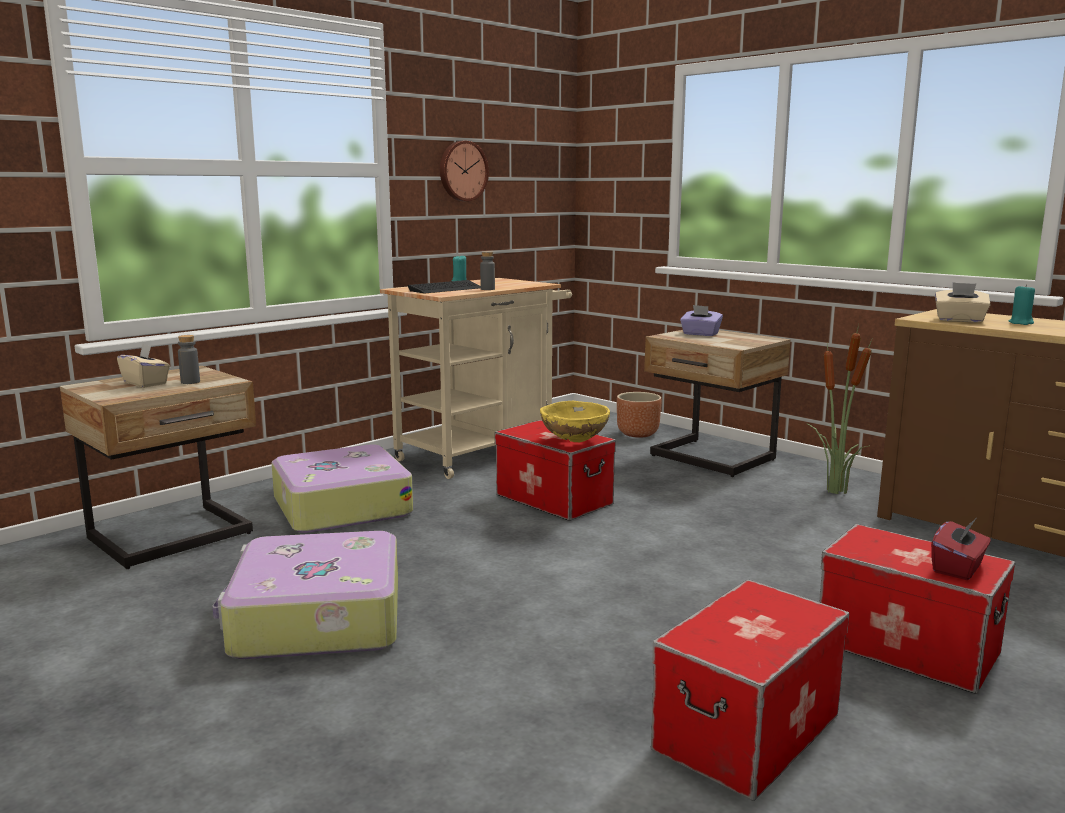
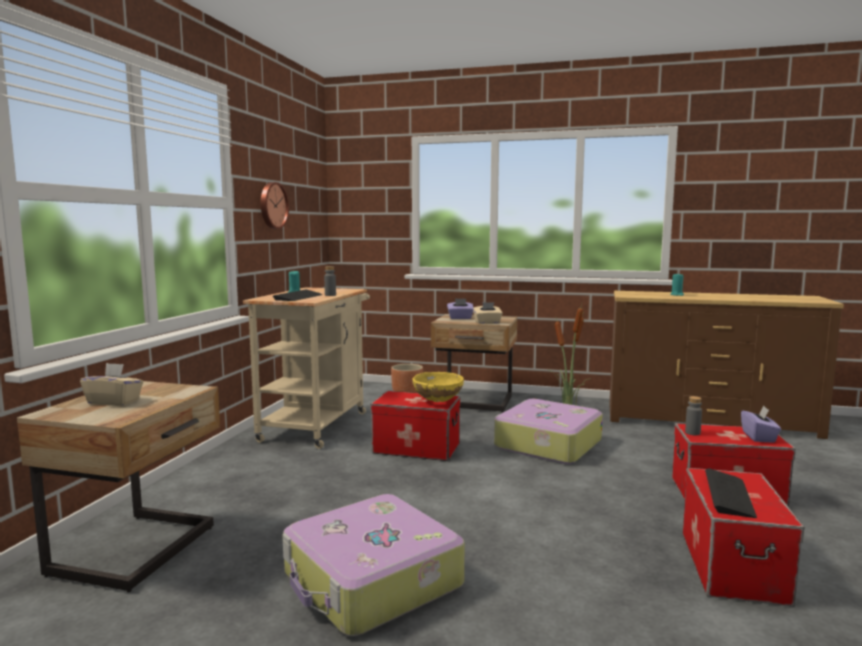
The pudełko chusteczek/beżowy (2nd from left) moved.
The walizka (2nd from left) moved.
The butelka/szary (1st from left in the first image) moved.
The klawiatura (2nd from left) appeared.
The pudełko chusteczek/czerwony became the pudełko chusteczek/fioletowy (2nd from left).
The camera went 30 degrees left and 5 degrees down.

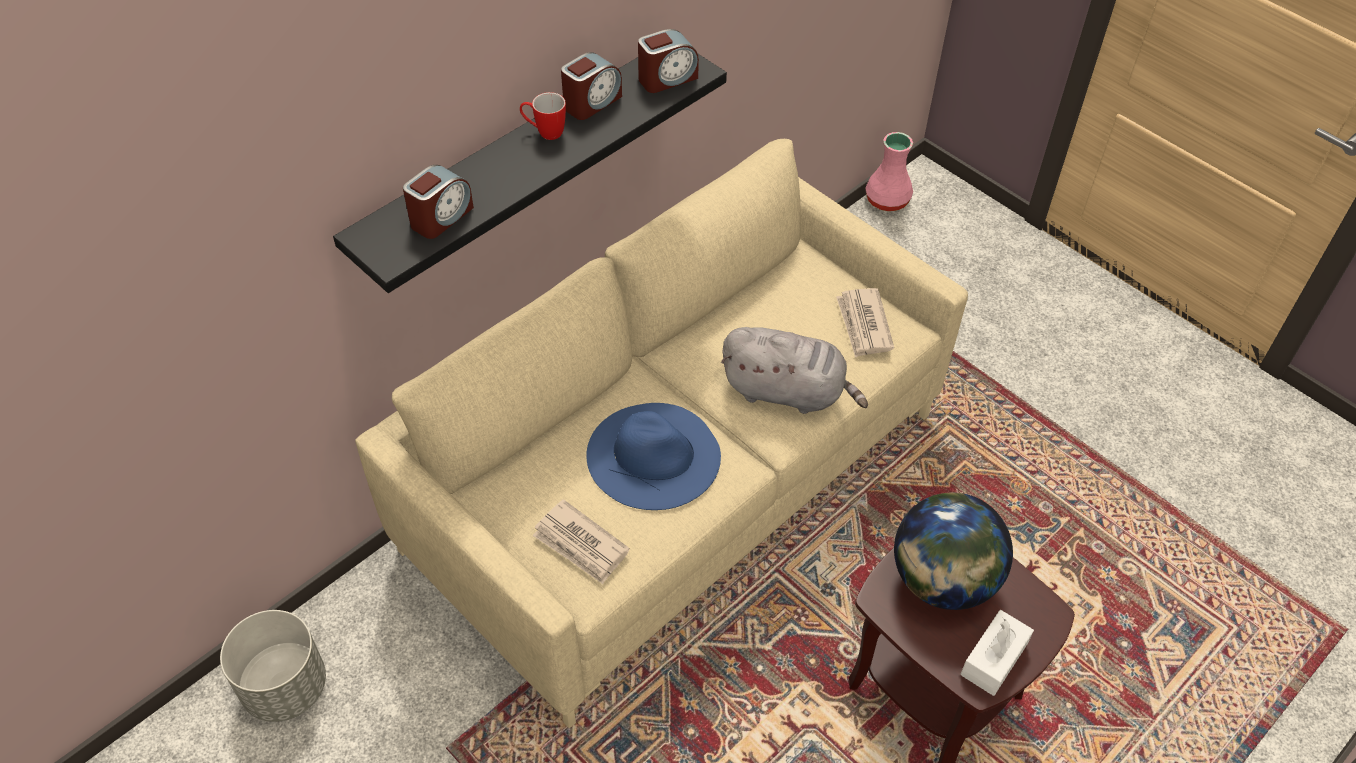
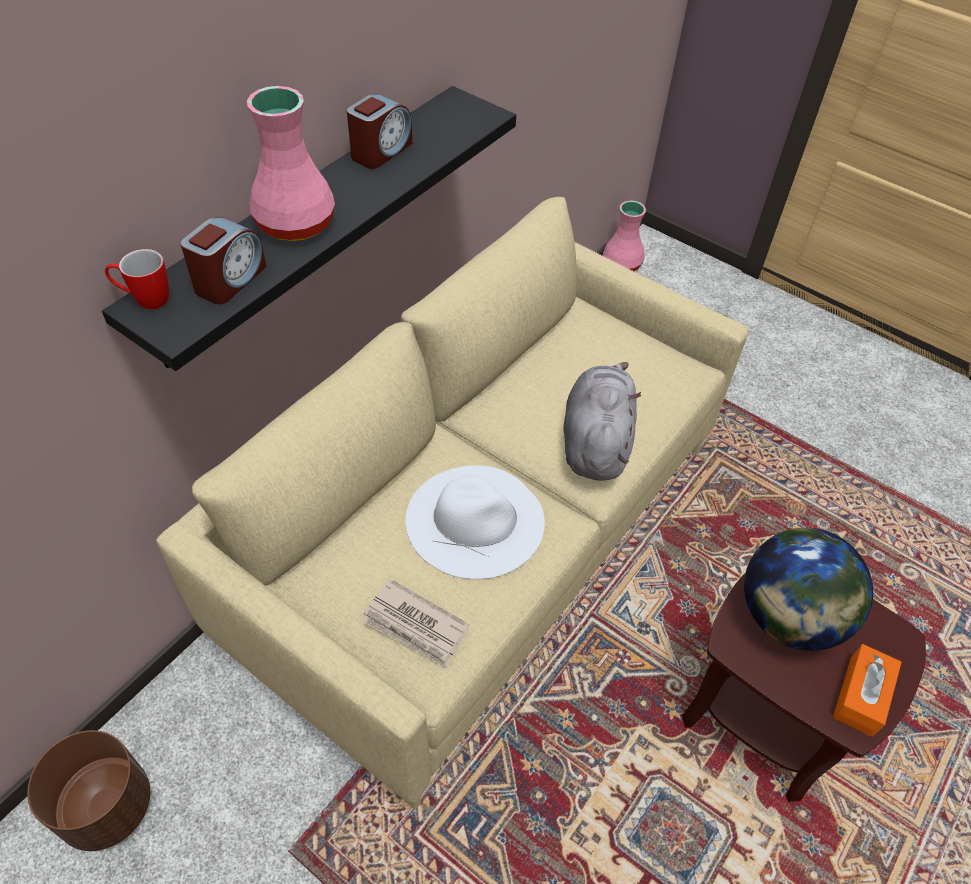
The donica/szary became the donica/brązowy.
The kubek moved.
The wazon/różowy (1st from left) appeared.
The kapelusz/niebieski became the kapelusz/biały.
The pluszak/szary turned 90 degrees counterclockwise.
The pudełko chusteczek/biały became the pudełko chusteczek/pomarańczowy.
The budzik (3rd from left) disappeared.
The gazeta (2nd from left) disappeared.
The camera went 10 degrees left and 0 degrees up.

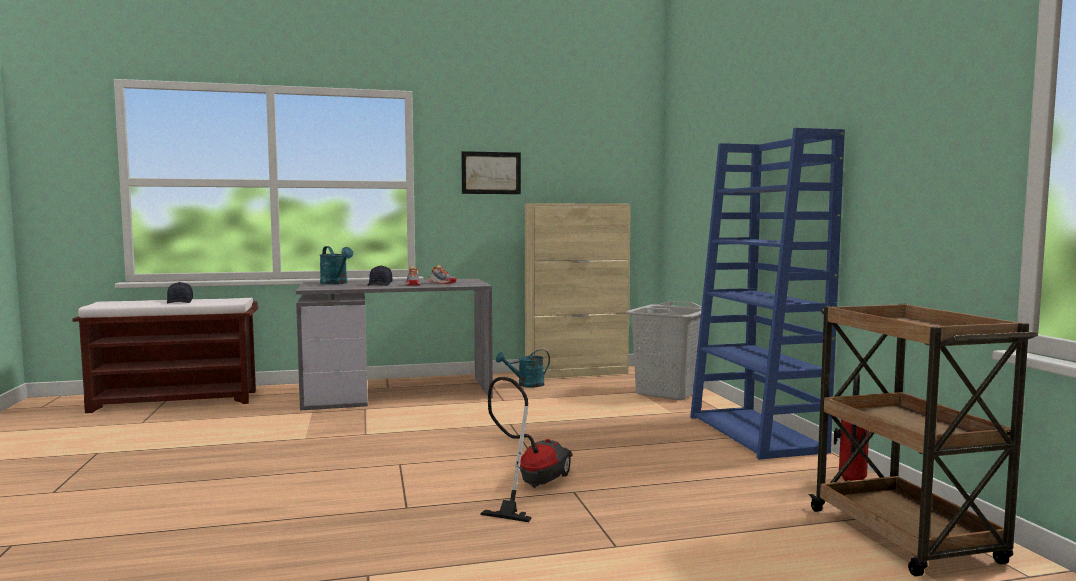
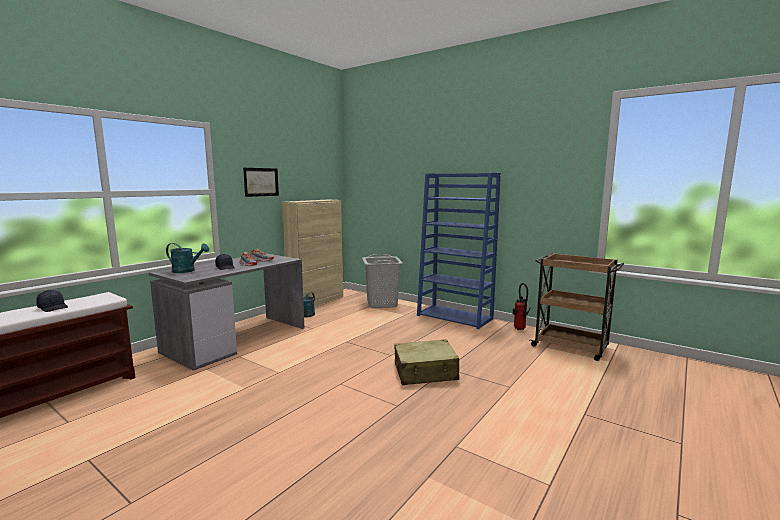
The odkurzacz was replaced by the walizka/beżowy.
The camera went 40 degrees left and 5 degrees up.

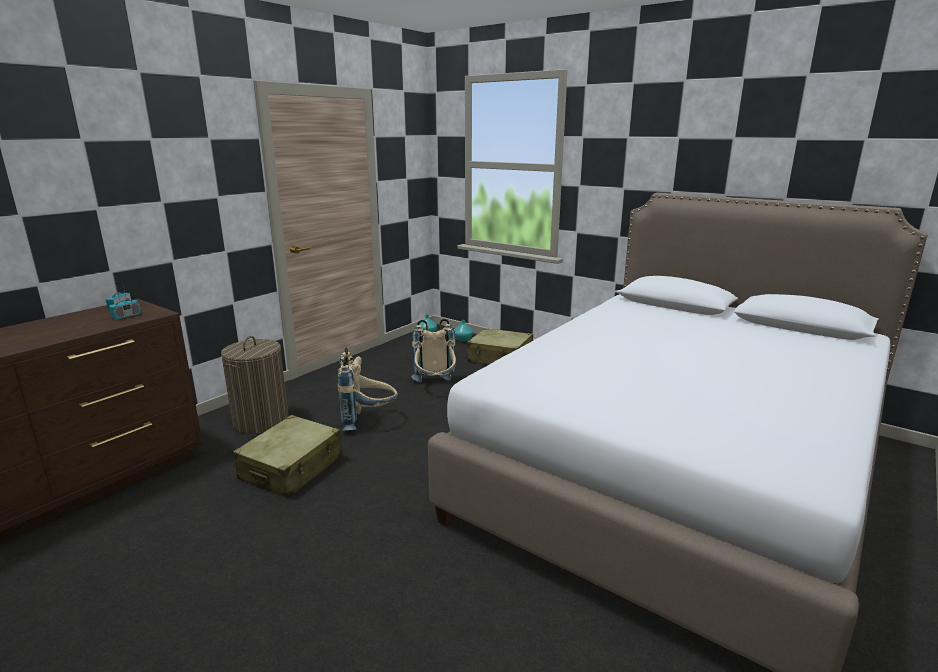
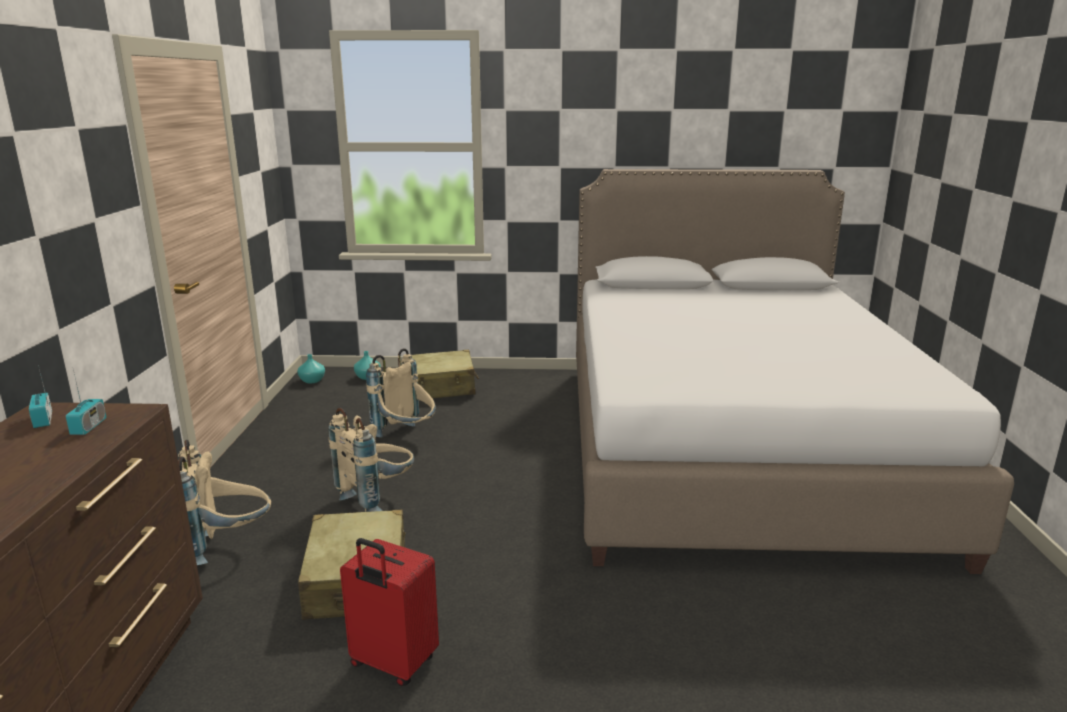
The kosz na pranie was replaced by the plecak/beżowy (1st from left).
The walizka/czerwony appeared.
The camera went 35 degrees left and 0 degrees up.

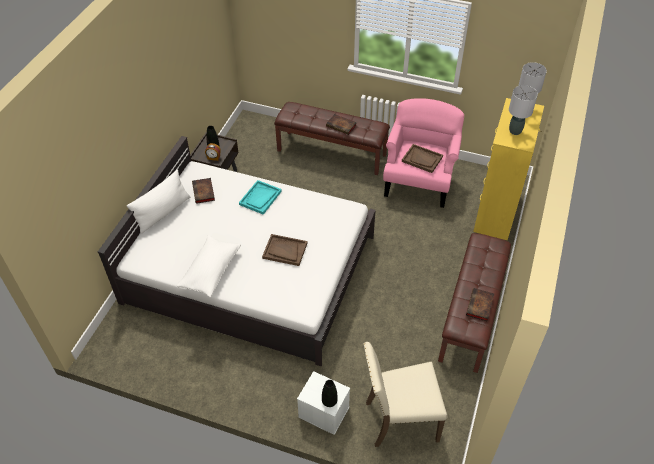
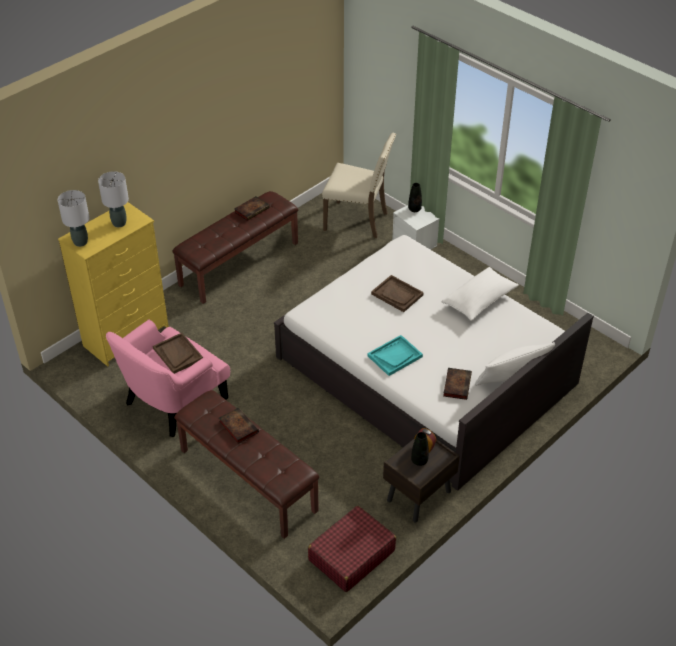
The walizka/czerwony appeared.
The camera went 155 degrees left and 5 degrees down.

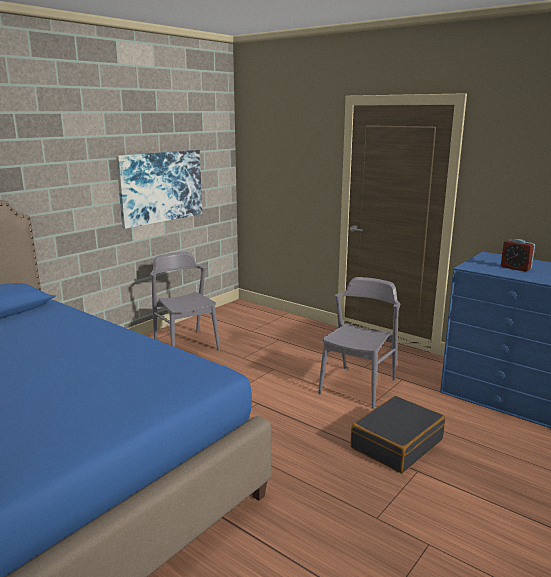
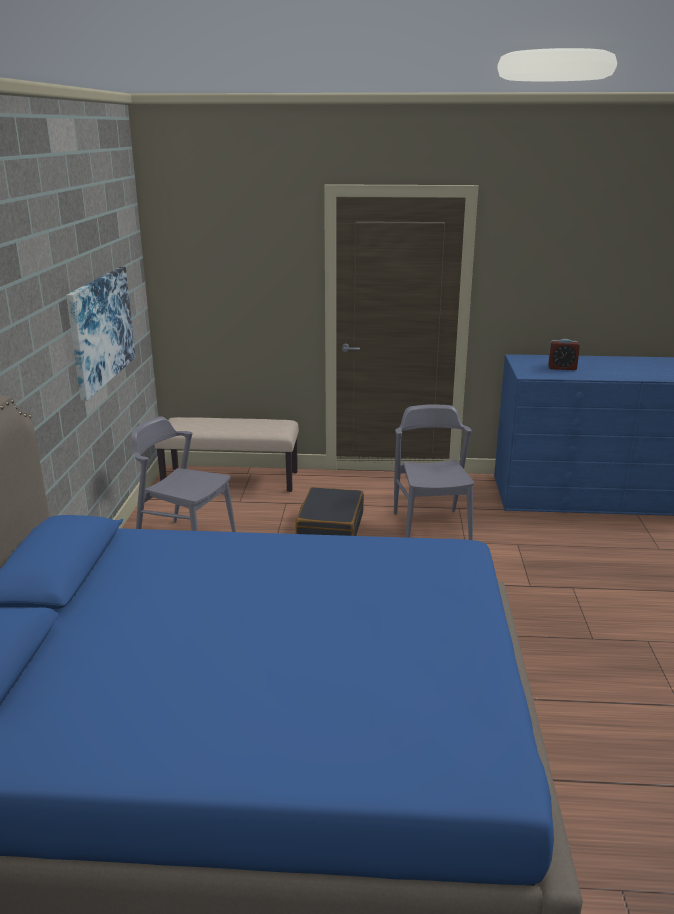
The ławka/beżowy appeared.
The walizka/czarny moved.
The camera went 35 degrees left and 5 degrees up.

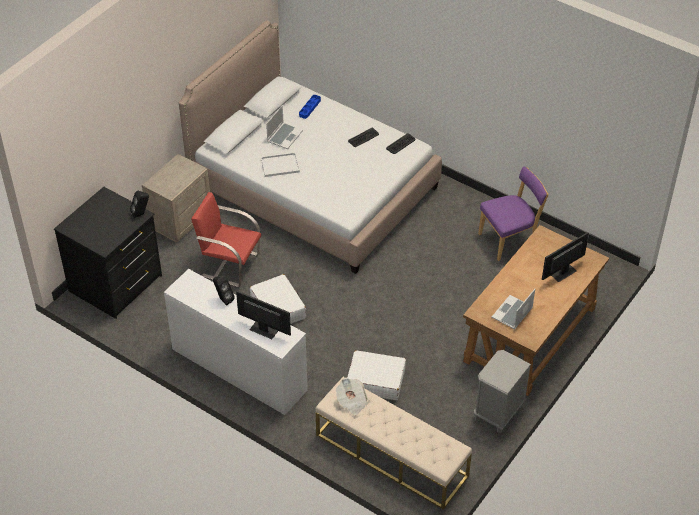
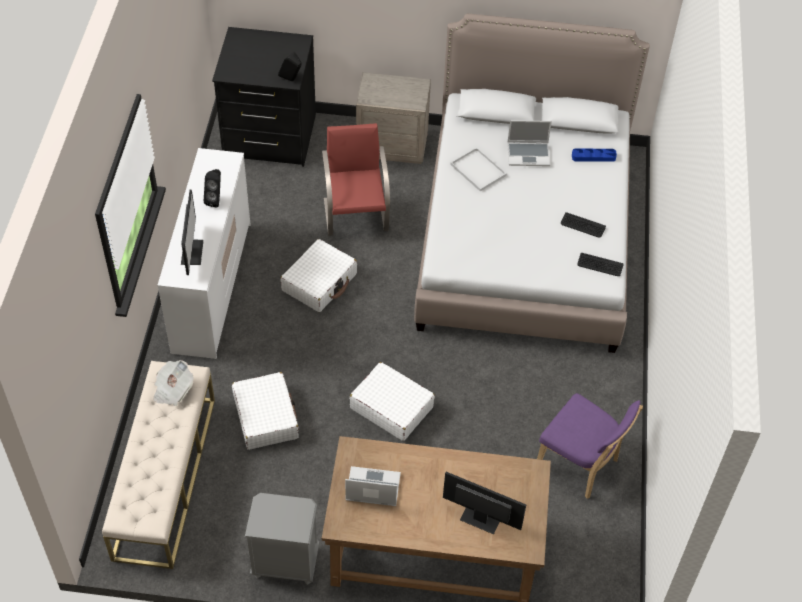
The walizka/biały (3rd from left) appeared.
The camera went 60 degrees right and 5 degrees up.

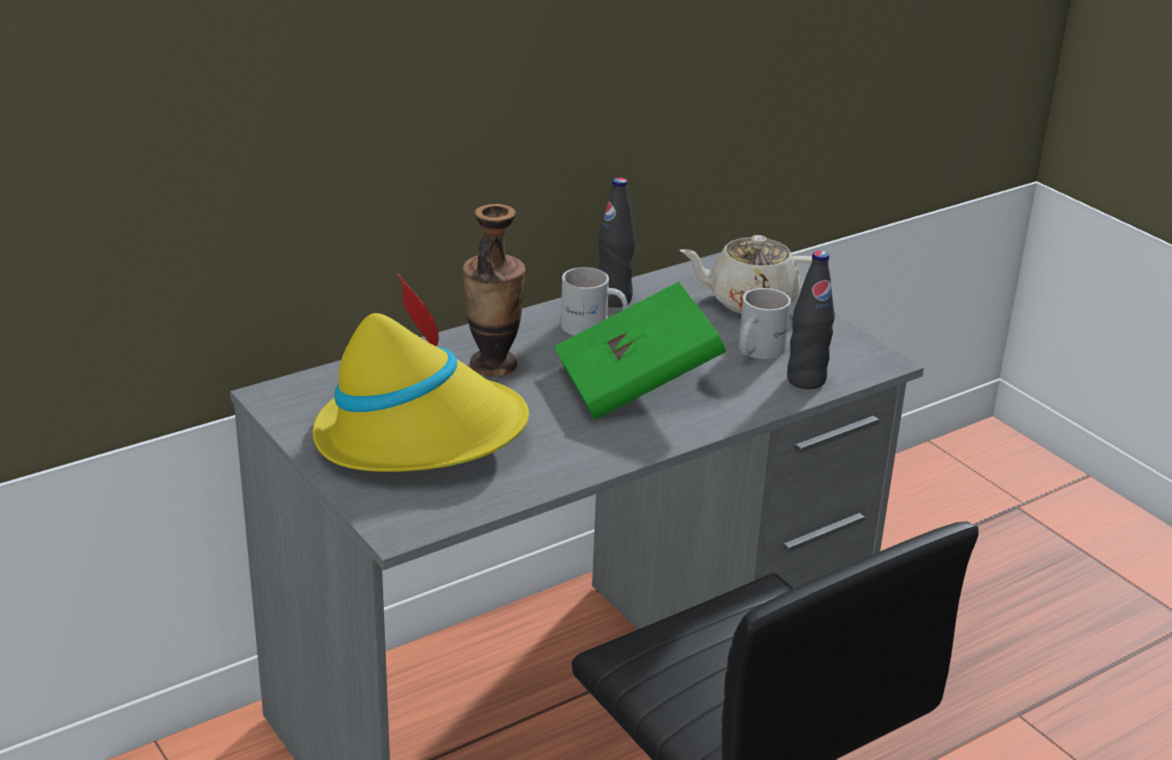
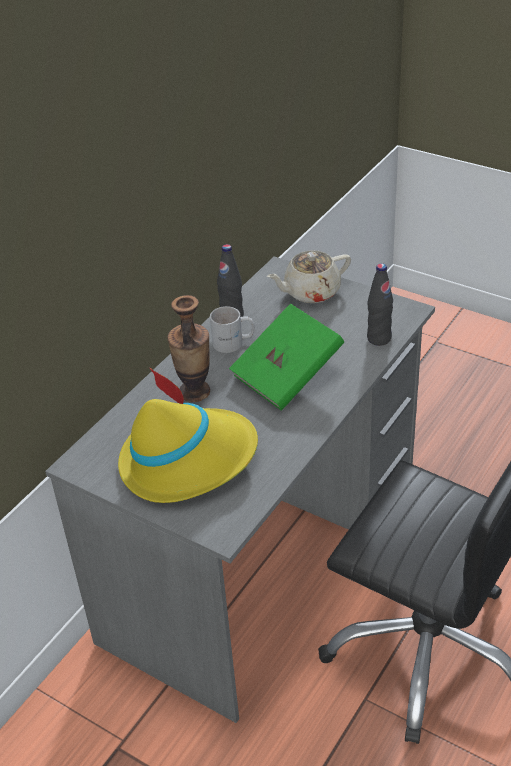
The kubek/biały (2nd from left) disappeared.
The camera went 20 degrees left and 10 degrees up.

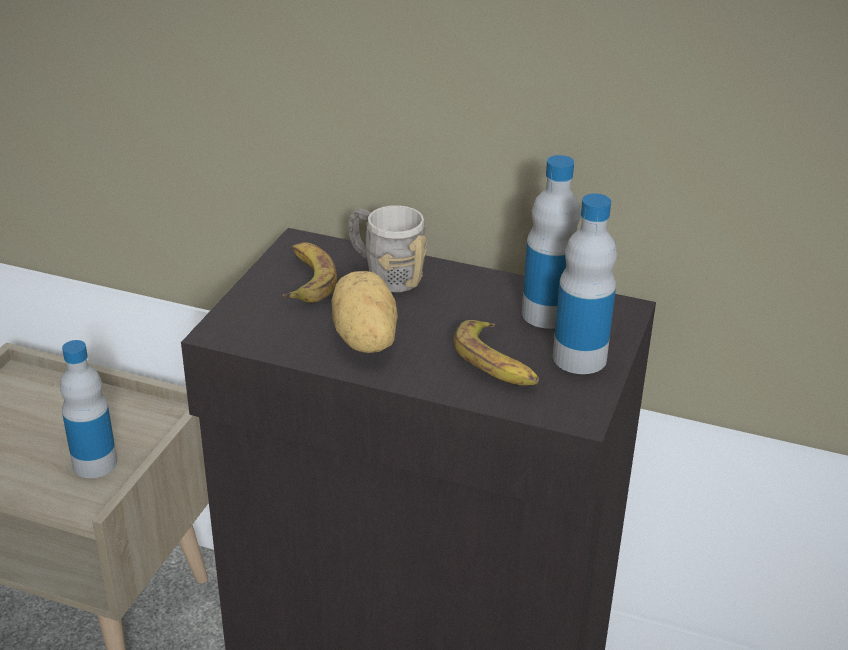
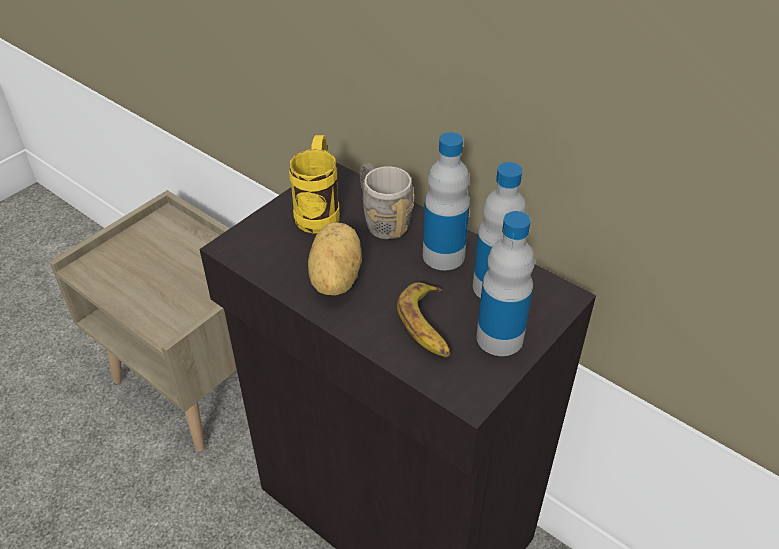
The banan (1st from left) was replaced by the kubek/żółty.
The butelka (1st from left) moved.
The camera went 20 degrees right and 10 degrees up.

